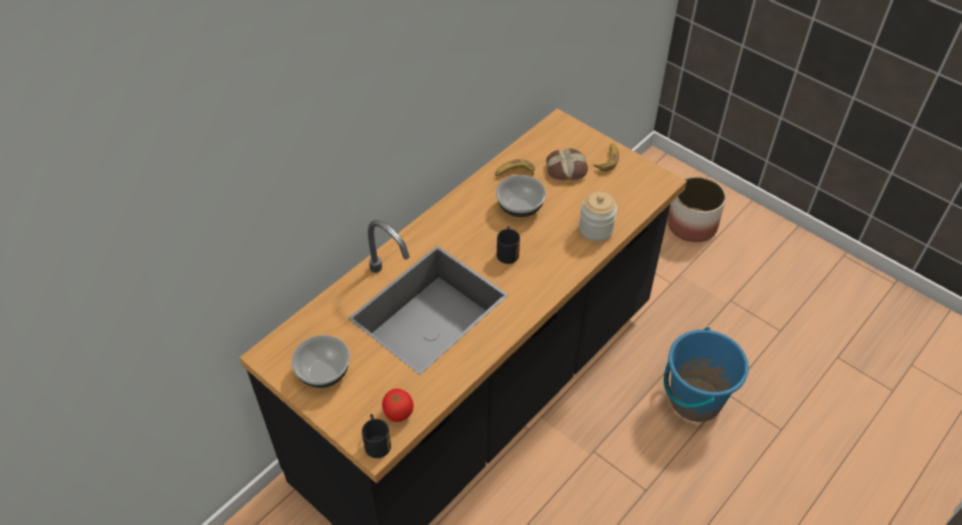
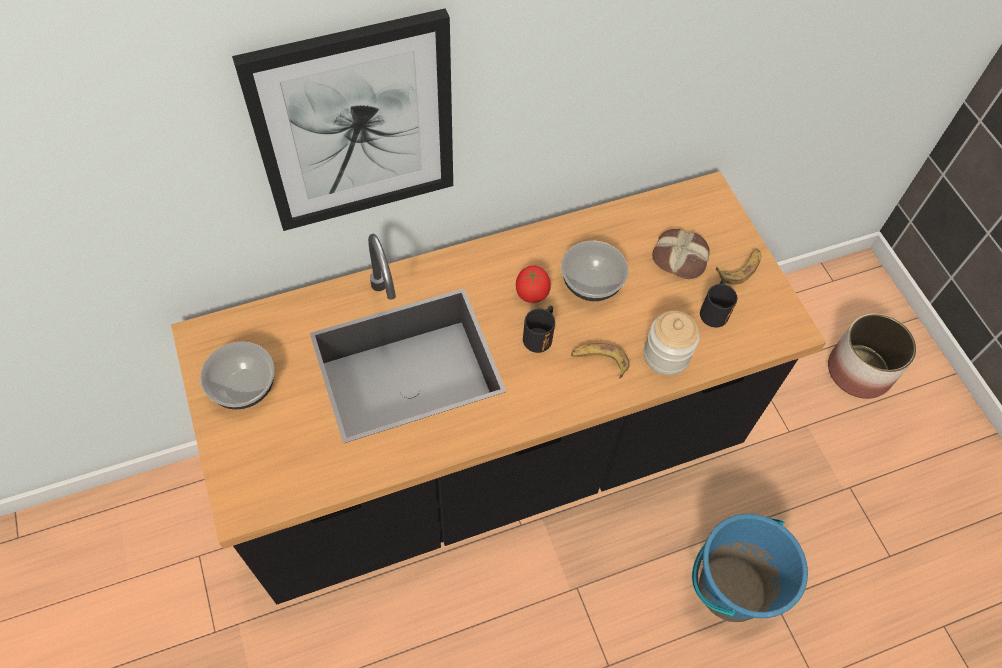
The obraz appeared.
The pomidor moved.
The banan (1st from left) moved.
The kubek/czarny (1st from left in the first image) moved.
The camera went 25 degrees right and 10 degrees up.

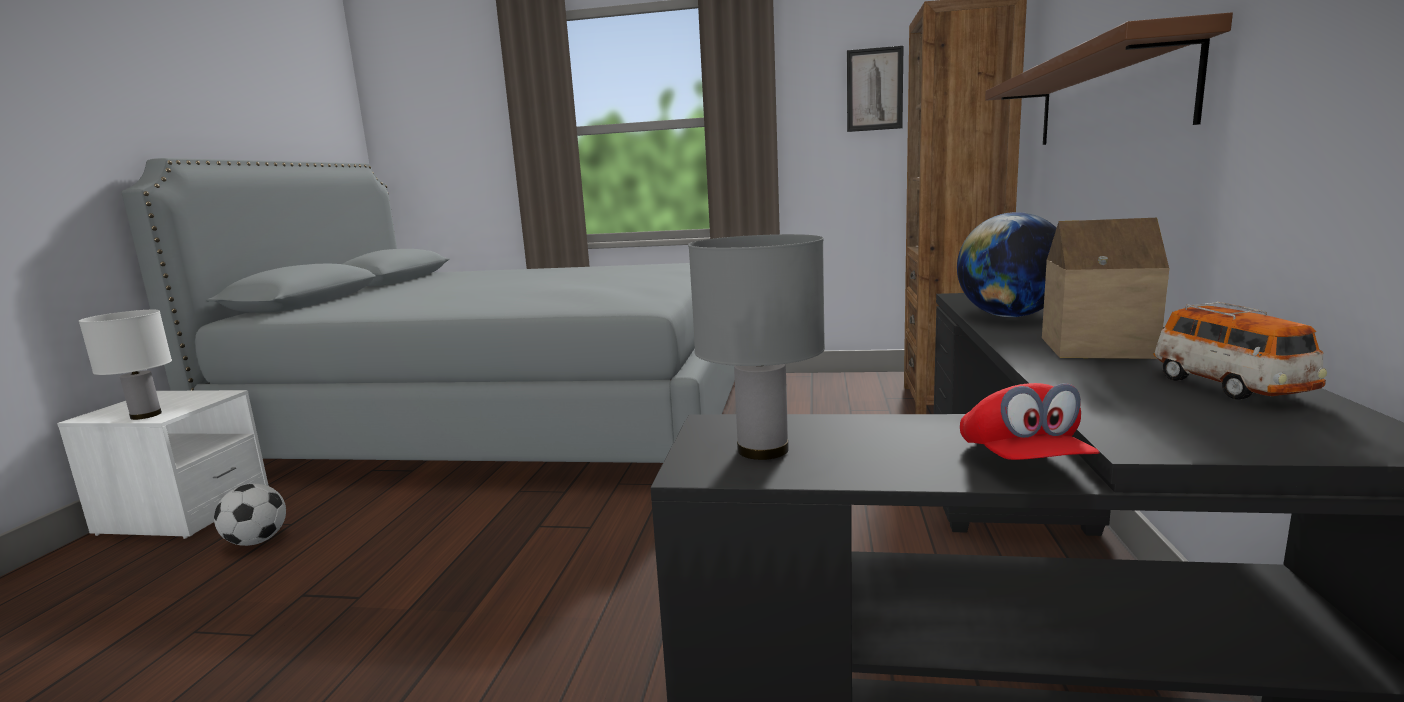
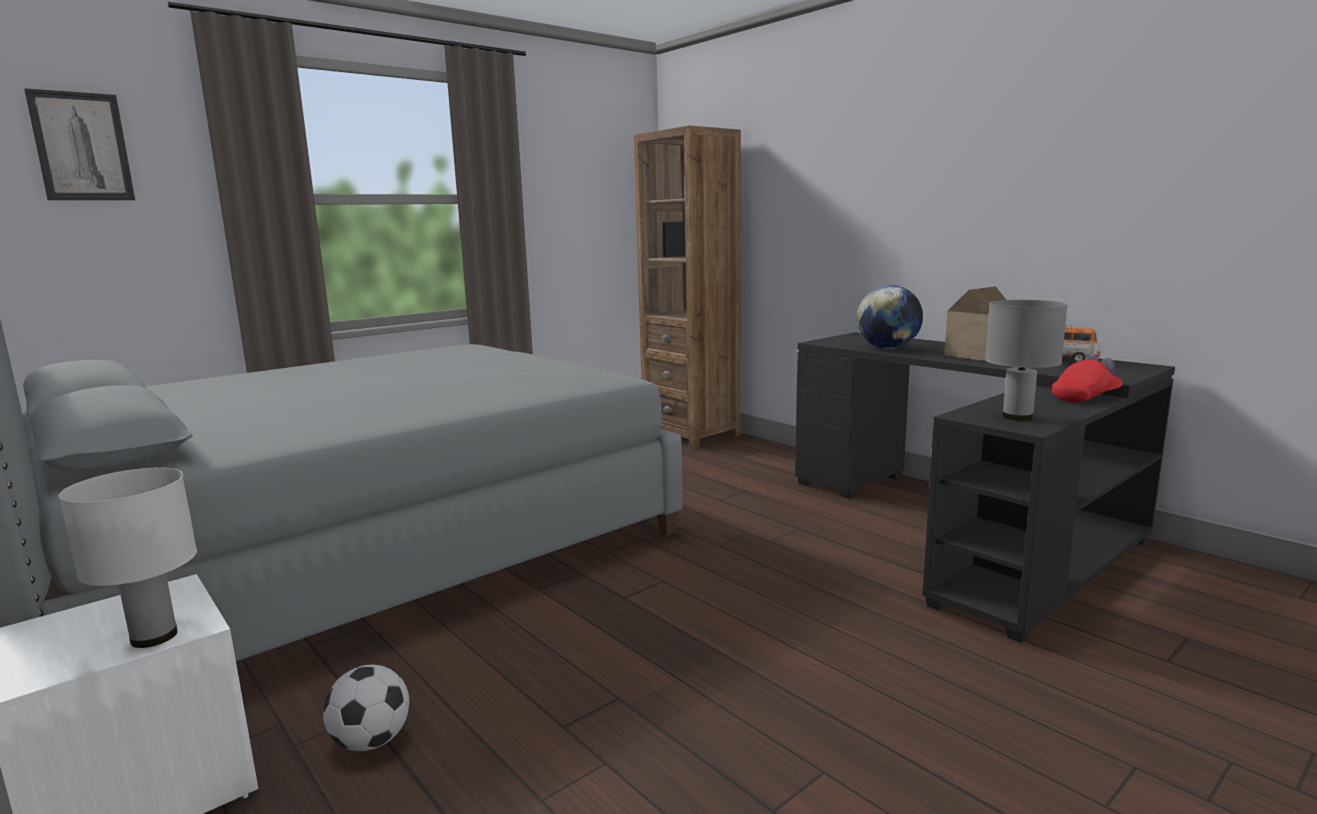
The obraz moved.
The czapka z daszkiem/czerwony turned 60 degrees counterclockwise.
The półka/brązowy disappeared.
The camera went 50 degrees left and 0 degrees up.

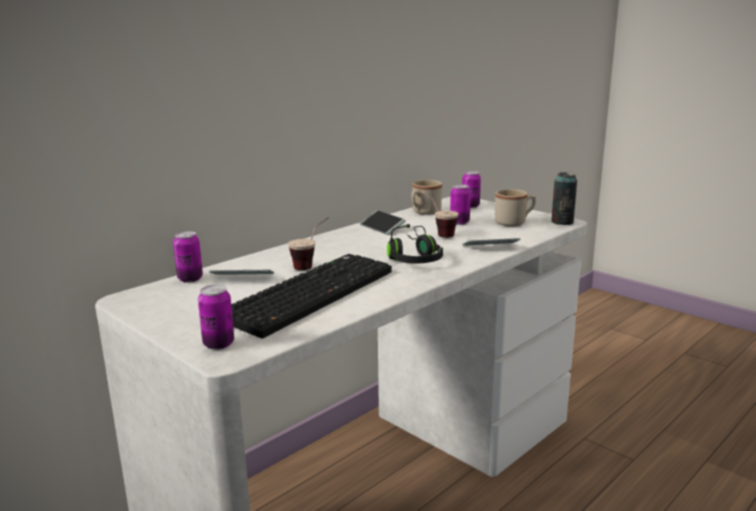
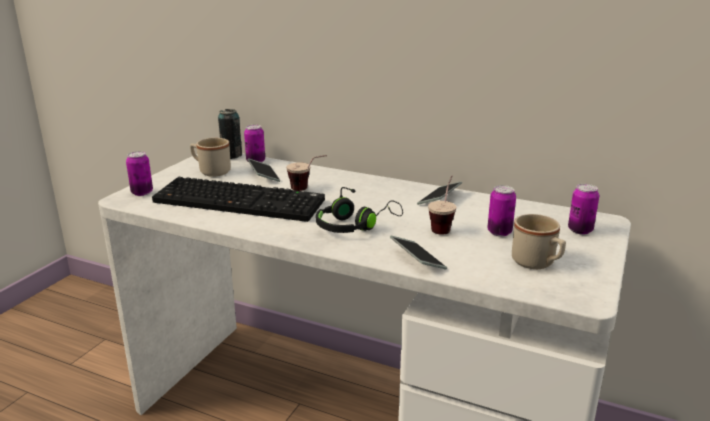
The kubek/beżowy (1st from left) moved.
The puszka (5th from left in the first image) moved.
The camera went 70 degrees right and 5 degrees up.

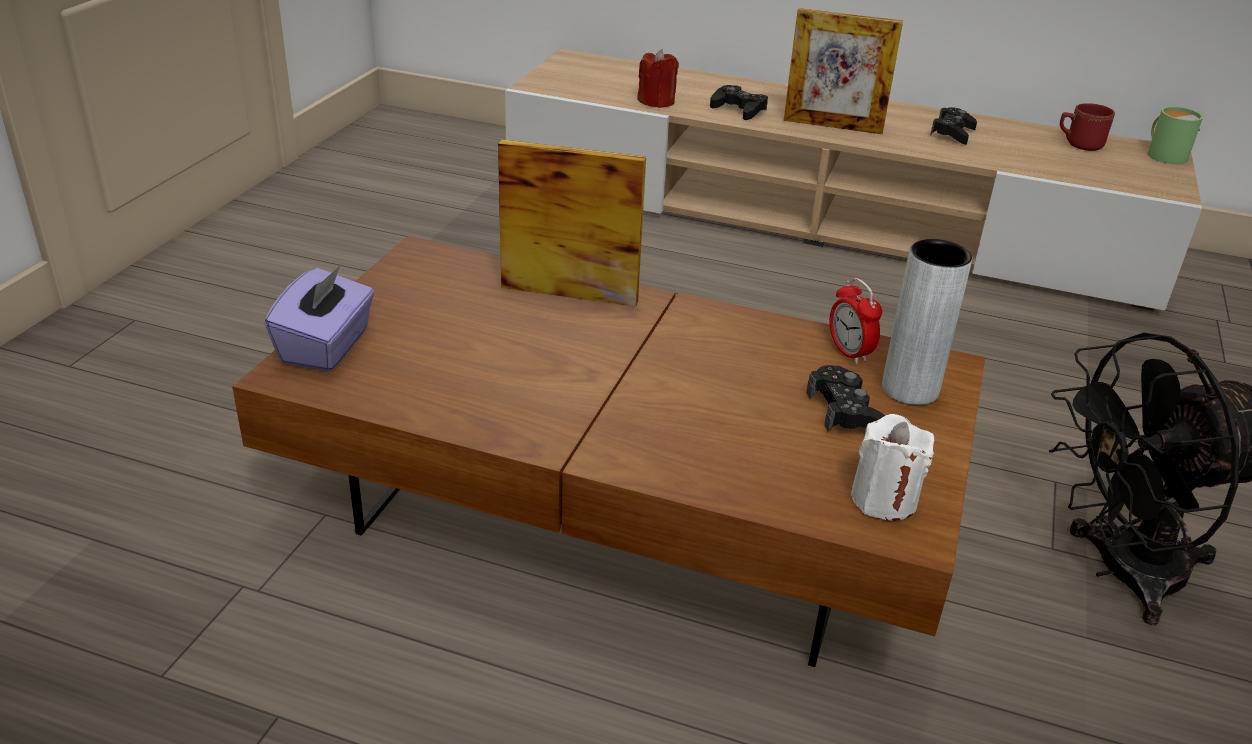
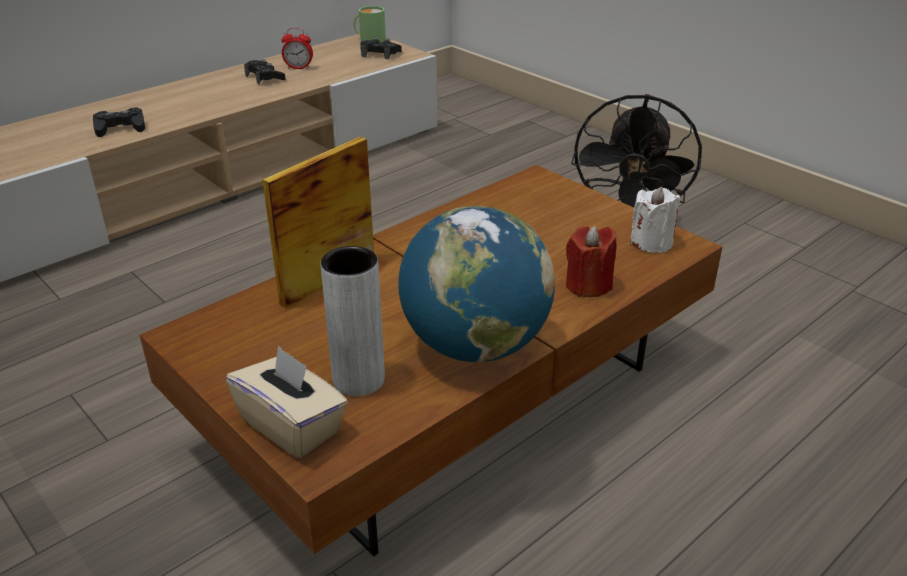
The pudełko chusteczek/fioletowy became the pudełko chusteczek/beżowy.
The budzik moved.
The wazon/szary moved.
The pad do gier/czarny (2nd from left in the first image) moved.
The globus appeared.
The świeca/czerwony moved.
The ramka na zdjęcie (2nd from left) disappeared.
The kubek/czerwony disappeared.
The camera went 60 degrees left and 0 degrees up.

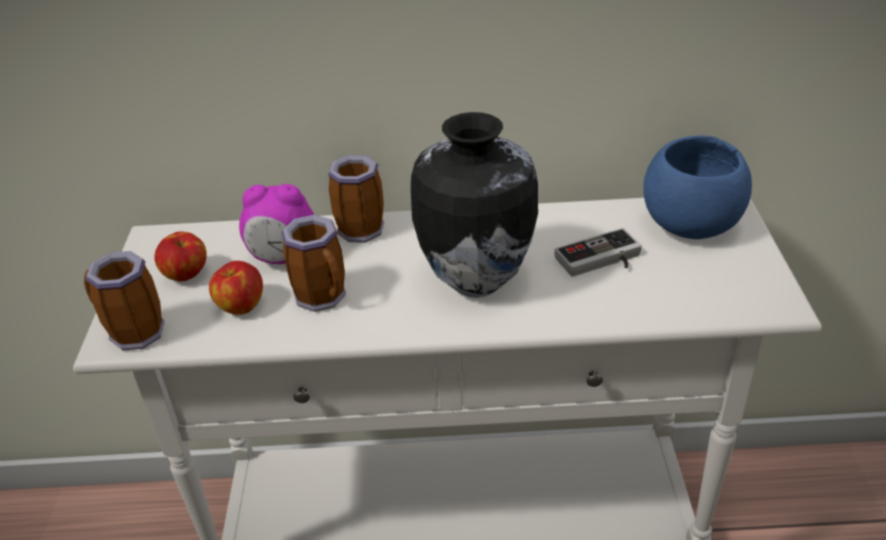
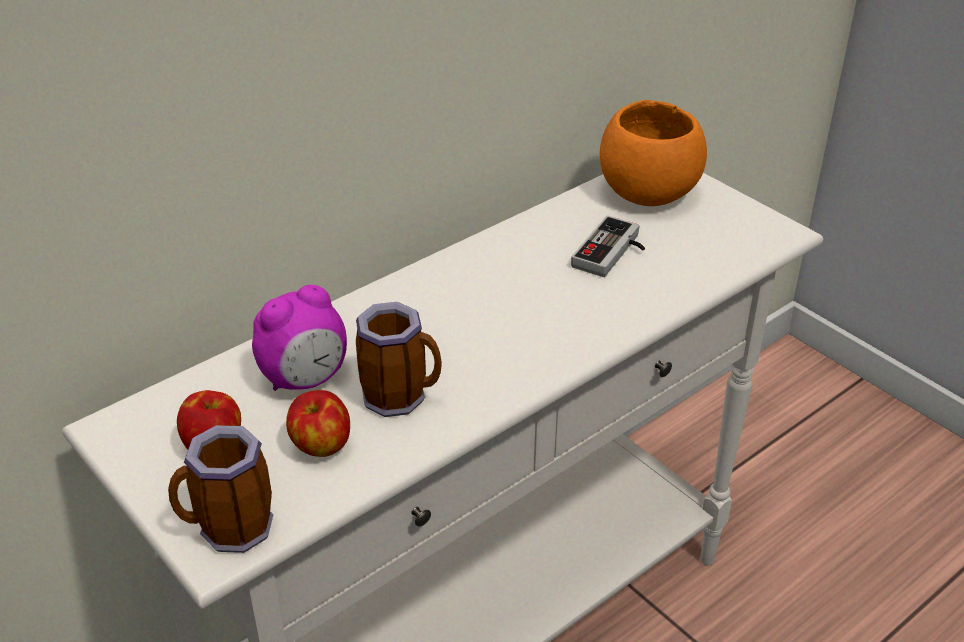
The miska/niebieski became the miska/pomarańczowy.
The kubek (3rd from left) disappeared.
The wazon disappeared.
The camera went 40 degrees left and 0 degrees up.

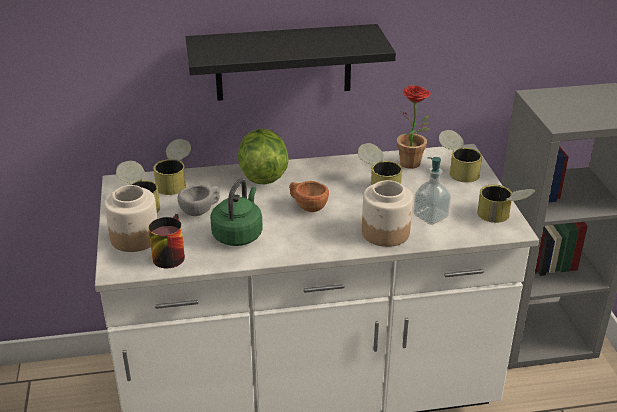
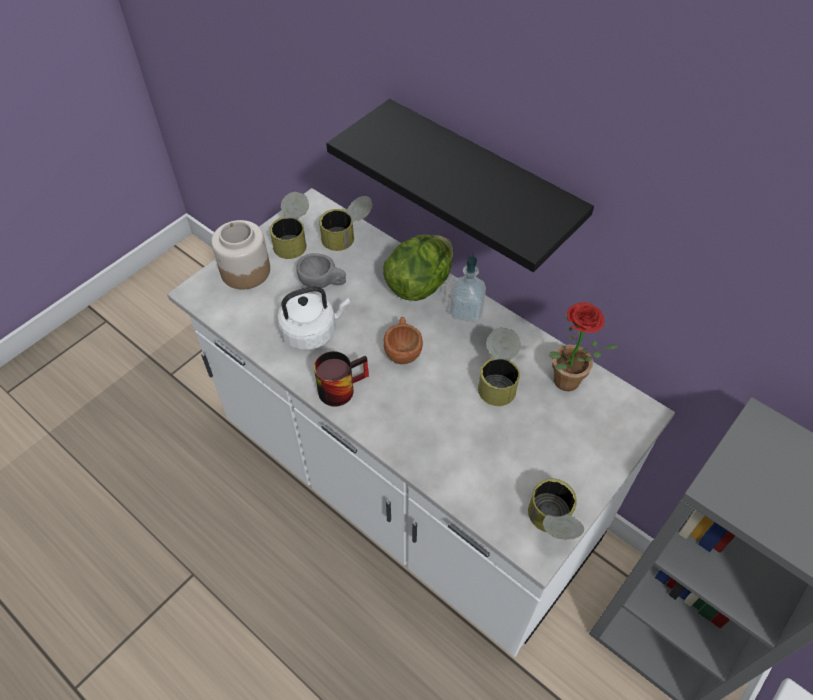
The czajnik/zielony became the czajnik/biały.
The kubek moved.
The dozownik mydła moved.
The słoik (2nd from left) disappeared.
The puszka (4th from left) disappeared.
The camera went 50 degrees right and 20 degrees up.

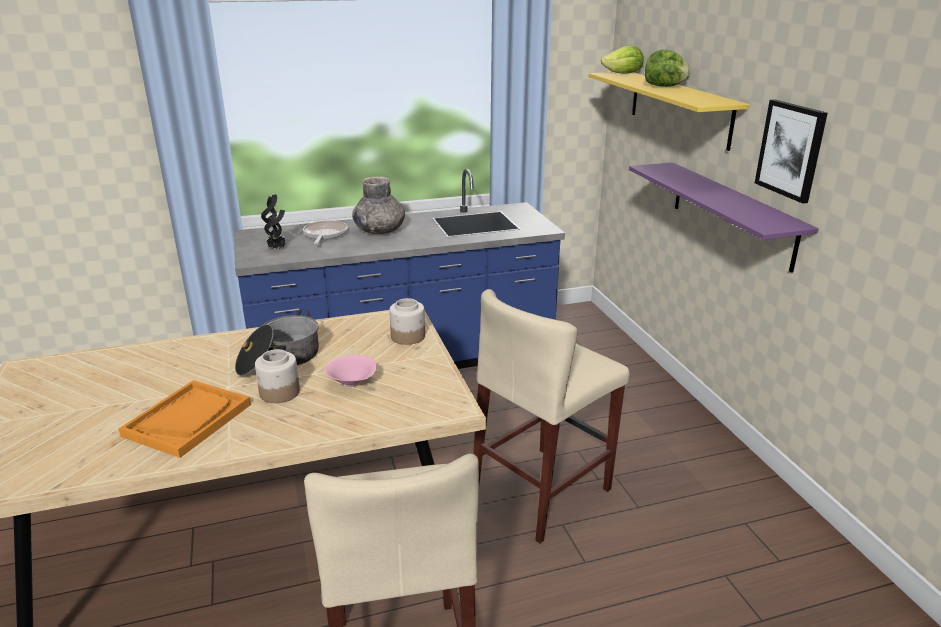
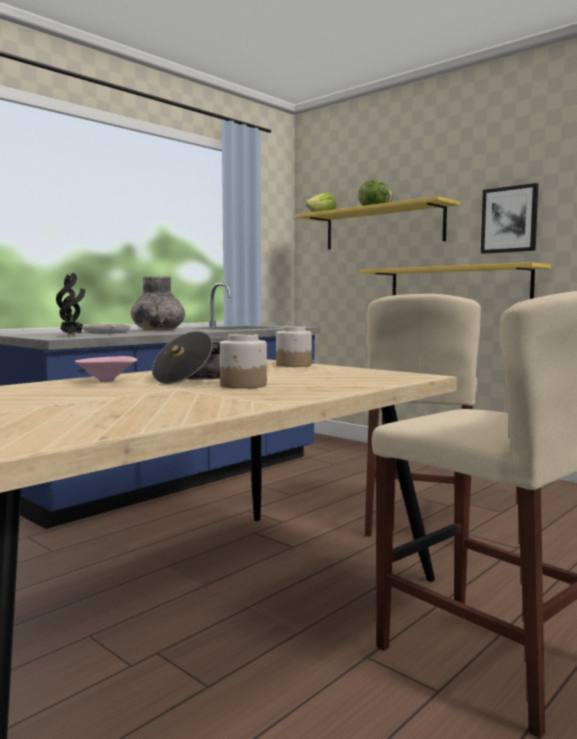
The miska/różowy moved.
The półka/fioletowy became the półka/żółty (2nd from left).
The taca/pomarańczowy disappeared.
The camera went 30 degrees left and 20 degrees down.

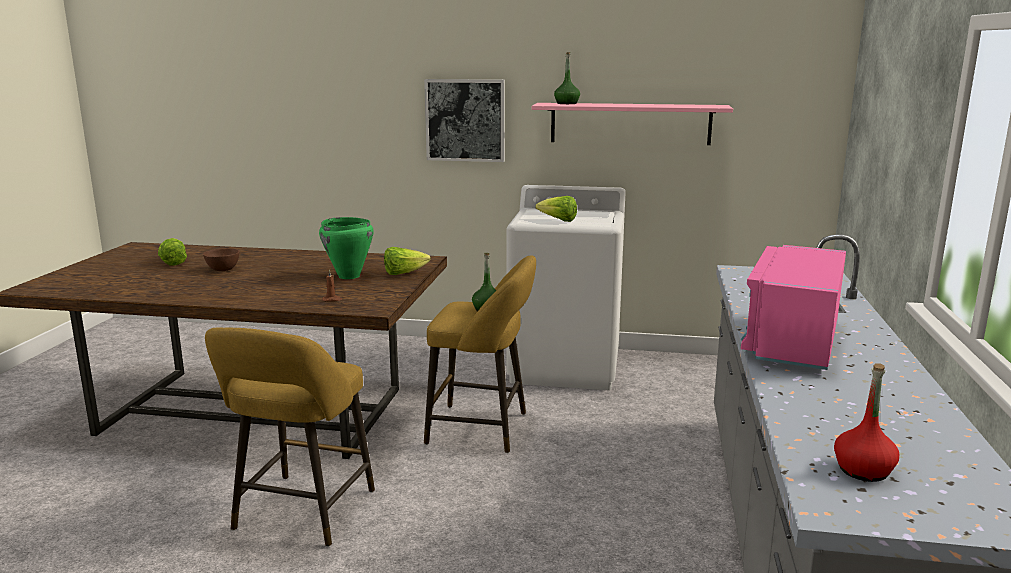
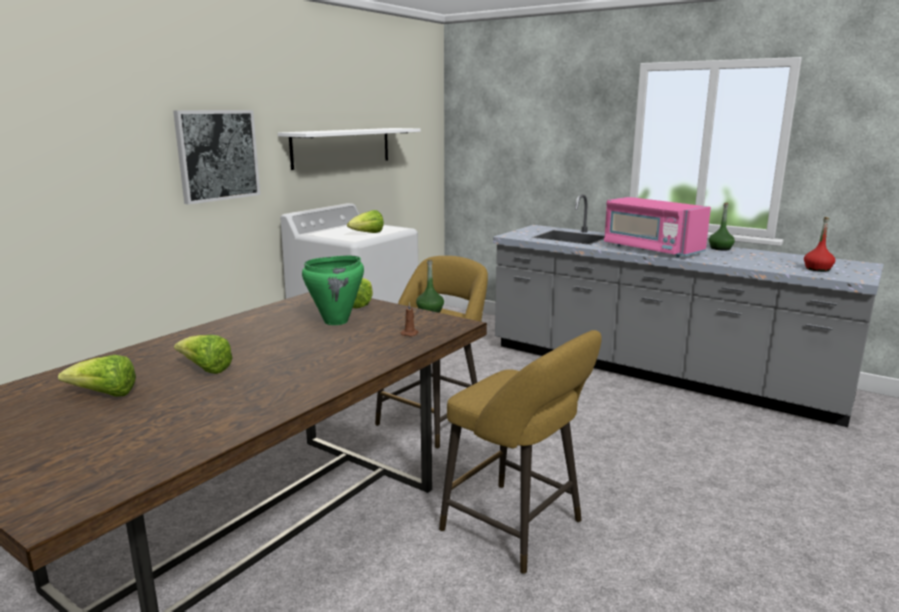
The miska/brązowy was replaced by the sałata (2nd from left).
The półka/różowy became the półka/biały.
The butelka/zielony (2nd from left) moved.
The camera went 65 degrees left and 0 degrees up.

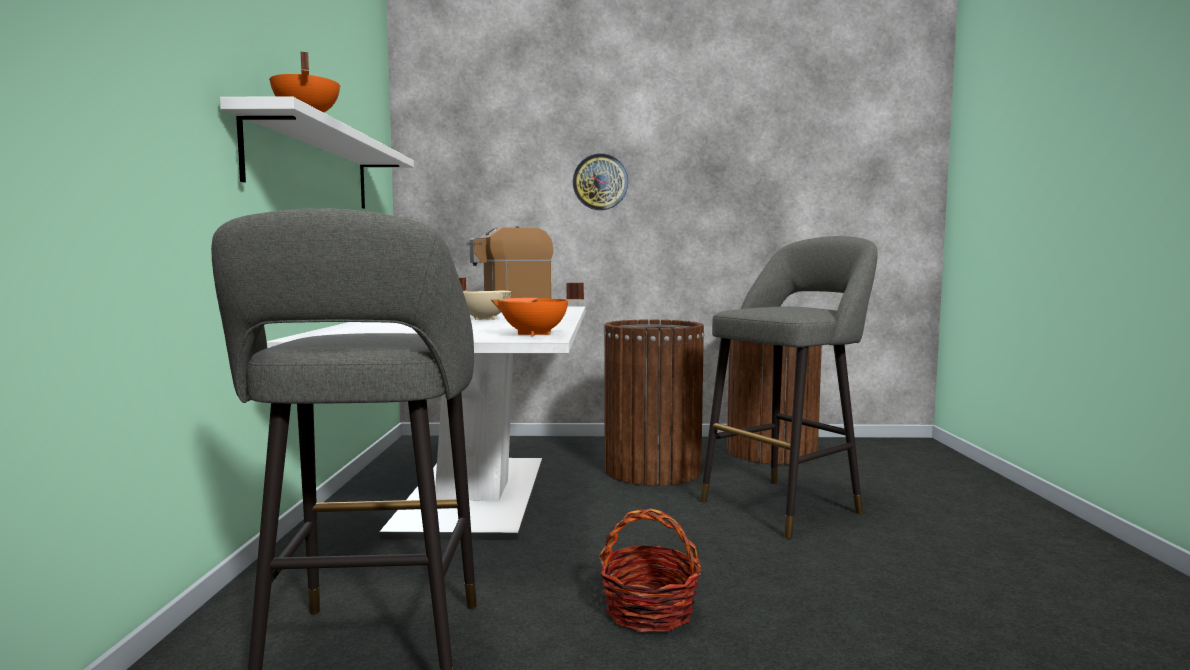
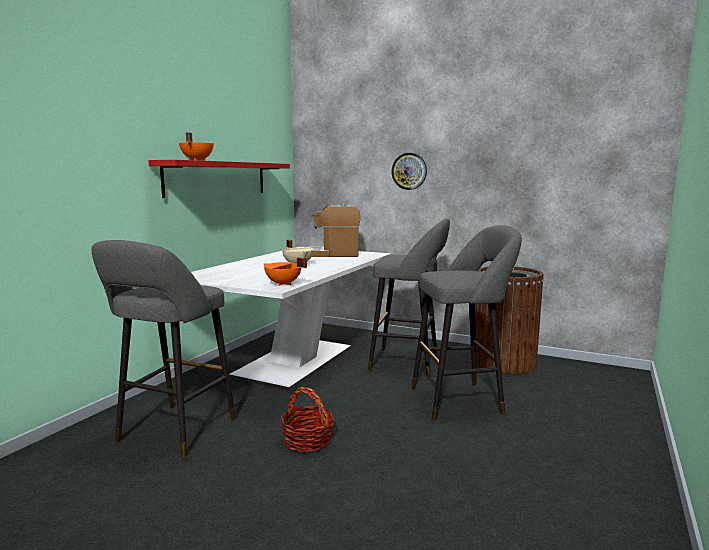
The półka/biały became the półka/czerwony.
The kosz na śmieci/brązowy (1st from left) was replaced by the stołek/szary (2nd from left).
The camera went 25 degrees right and 5 degrees up.

